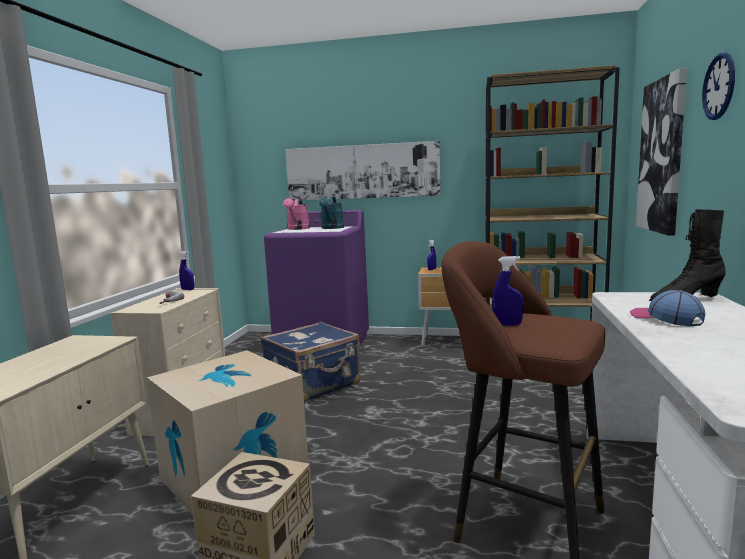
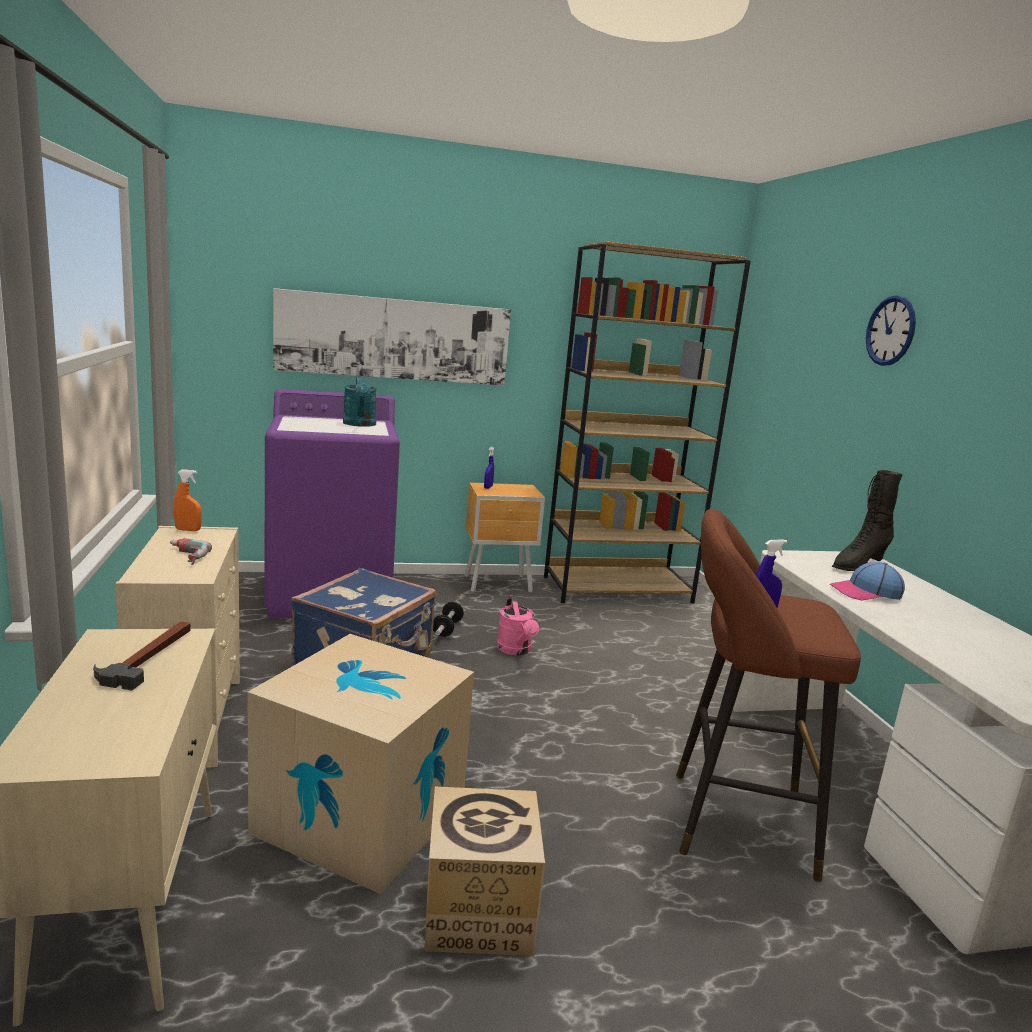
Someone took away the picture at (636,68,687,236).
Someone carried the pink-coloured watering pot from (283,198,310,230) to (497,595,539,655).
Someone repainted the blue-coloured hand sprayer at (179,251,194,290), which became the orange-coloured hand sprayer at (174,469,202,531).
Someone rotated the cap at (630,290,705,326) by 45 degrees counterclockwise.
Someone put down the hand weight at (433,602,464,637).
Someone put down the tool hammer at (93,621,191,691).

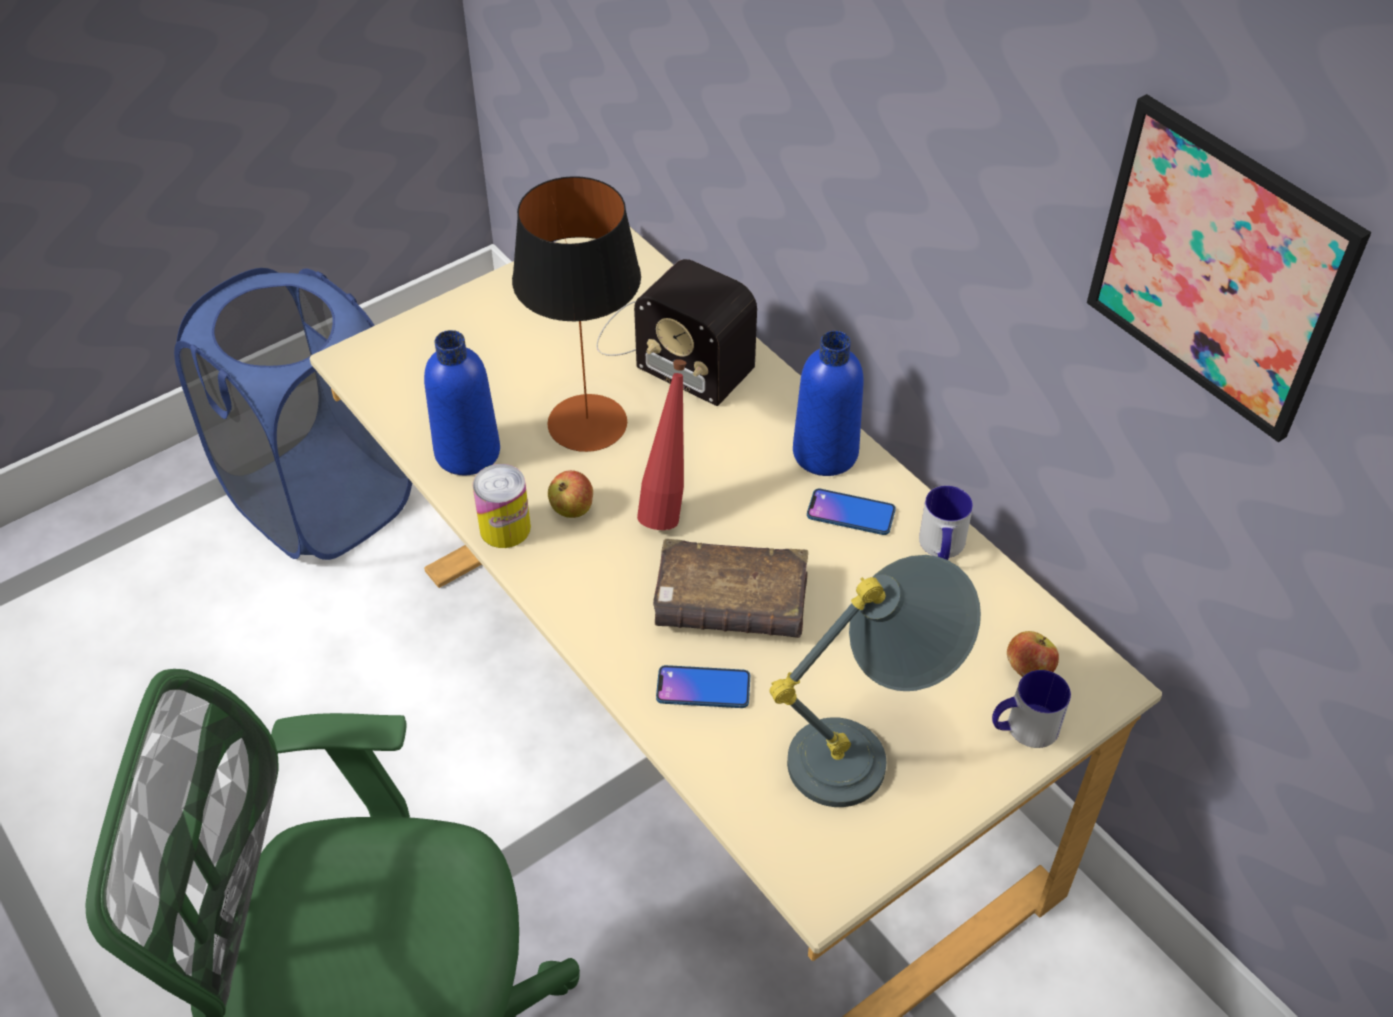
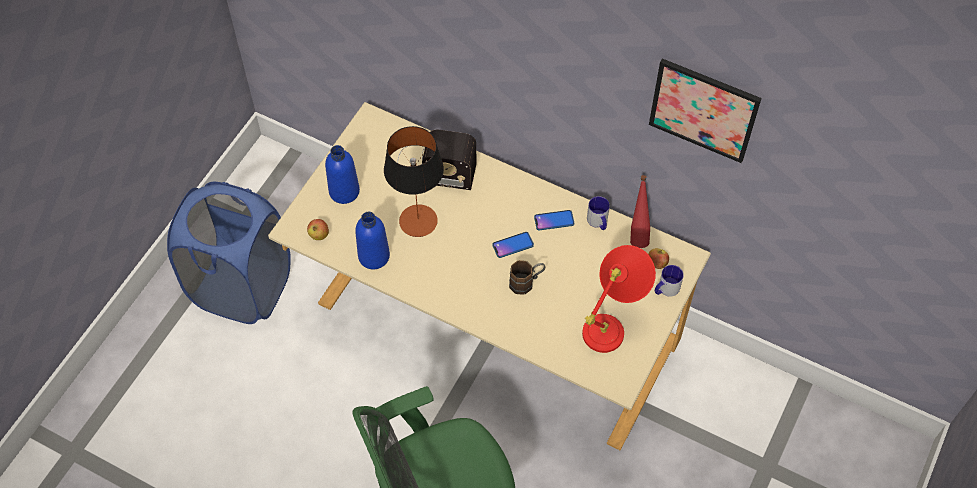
Someone carried the blue-coloured beverage bottle from (793,331,864,476) to (325,145,360,204).
Someone carried the red-coloured beverage bottle from (637,359,686,530) to (630,175,650,248).
Someone took away the can at (472,464,531,548).
Someone carried the whole apple from (548,470,593,518) to (307,219,329,240).
Someone swapped the brown-coloured book at (653,539,808,638) for the brown-coloured mug at (509,260,545,295).
Someone repainted the gray tabletop lamp at (769,555,981,807), which became the red-coloured tabletop lamp at (582,245,656,353).
Someone carried the phone from (656,665,750,708) to (492,232,534,258).

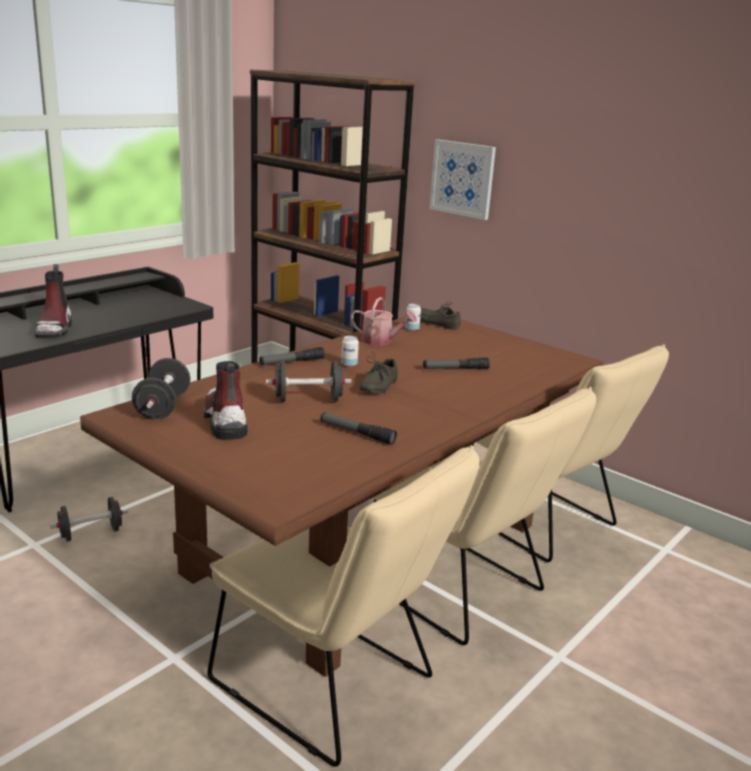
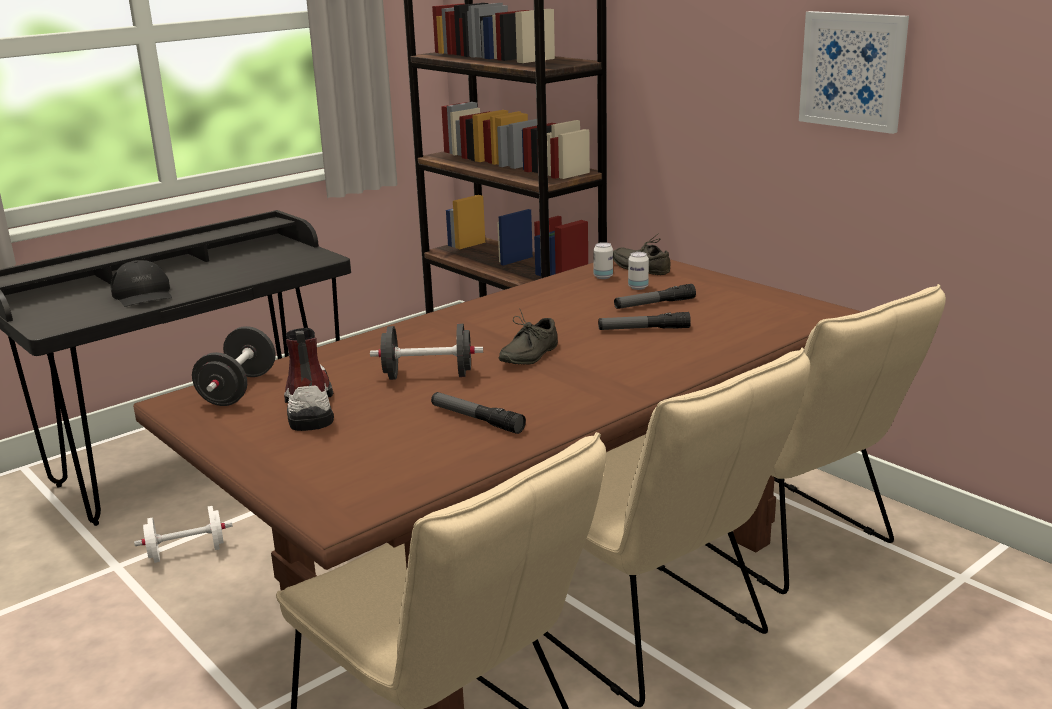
Someone carried the picture from (429,139,496,220) to (799,11,909,134).
Someone swapped the tall boot at (35,264,73,338) for the black cap at (111,260,172,306).
Someone took away the watering pot at (351,297,417,346).
Someone carried the can from (341,336,359,367) to (628,252,649,290).
Someone carried the hand torch from (259,347,325,365) to (614,284,696,309).
Someone repainted the black hand weight at (50,497,128,542), which became the whitish hand weight at (134,506,233,563).

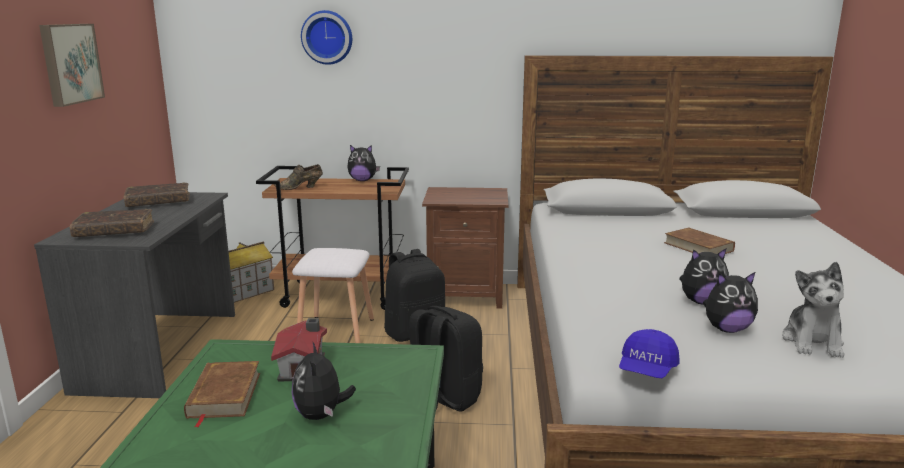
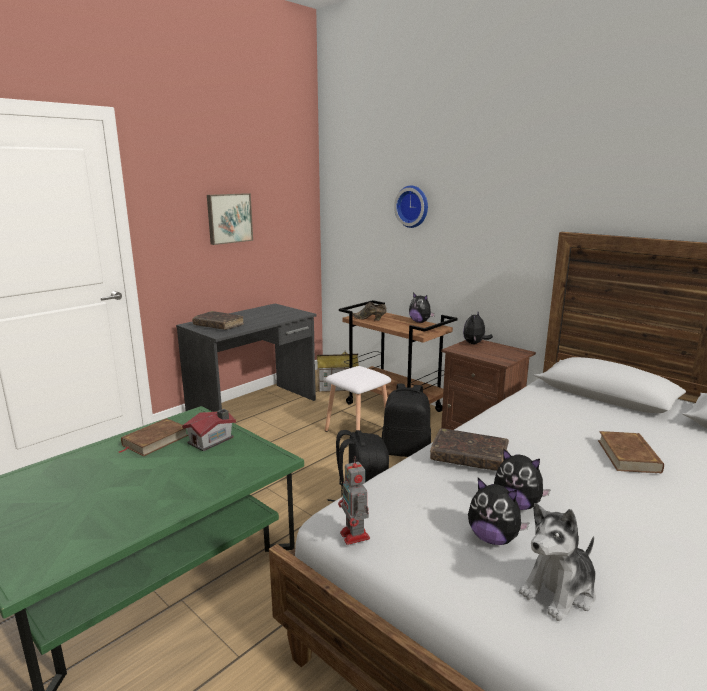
Someone carried the brown-coloured book from (124,182,190,207) to (430,428,509,471).
Someone swapped the blue-coloured cap at (619,329,679,378) for the model robot at (338,456,370,545).
Someone carried the soft toy from (292,341,356,420) to (463,312,493,344).

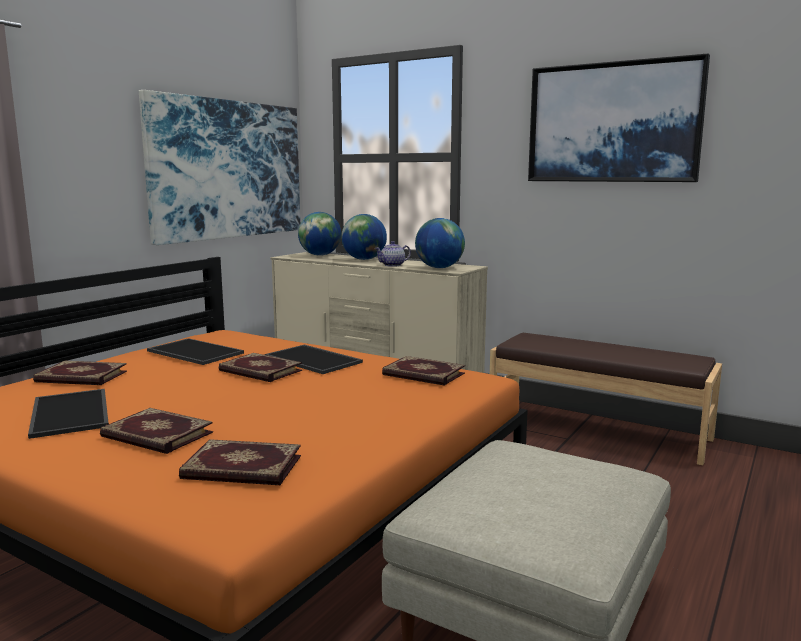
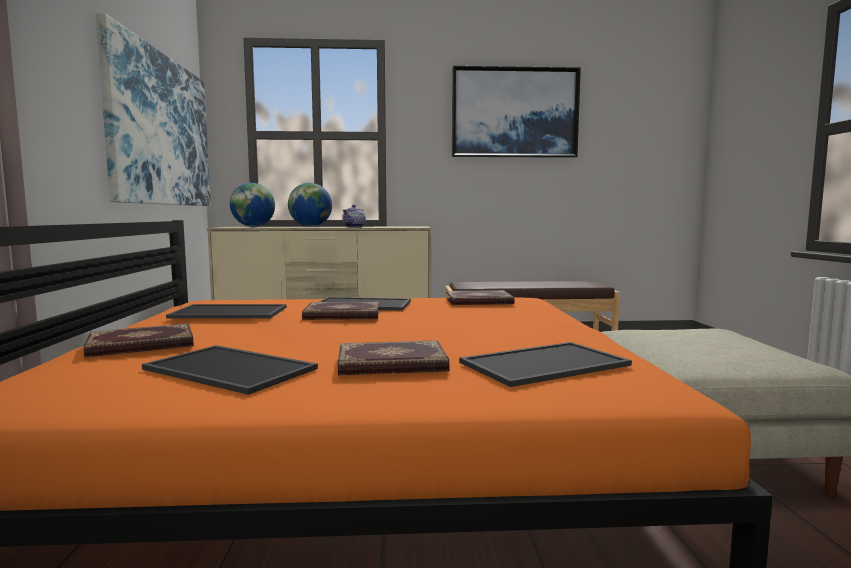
Someone took away the desk globe at (415,218,465,268).
Someone swapped the book at (179,439,301,485) for the tray at (459,342,632,387).

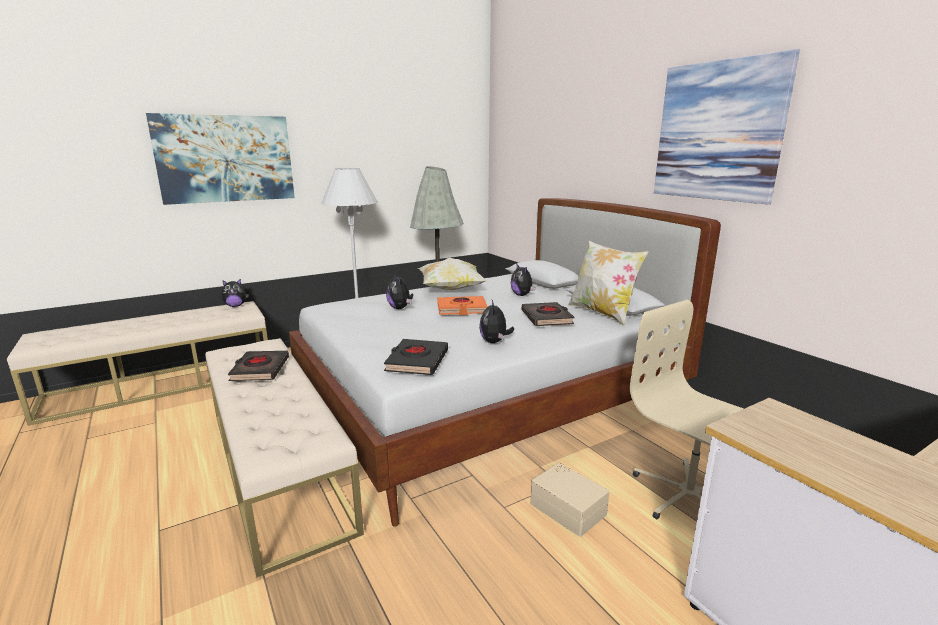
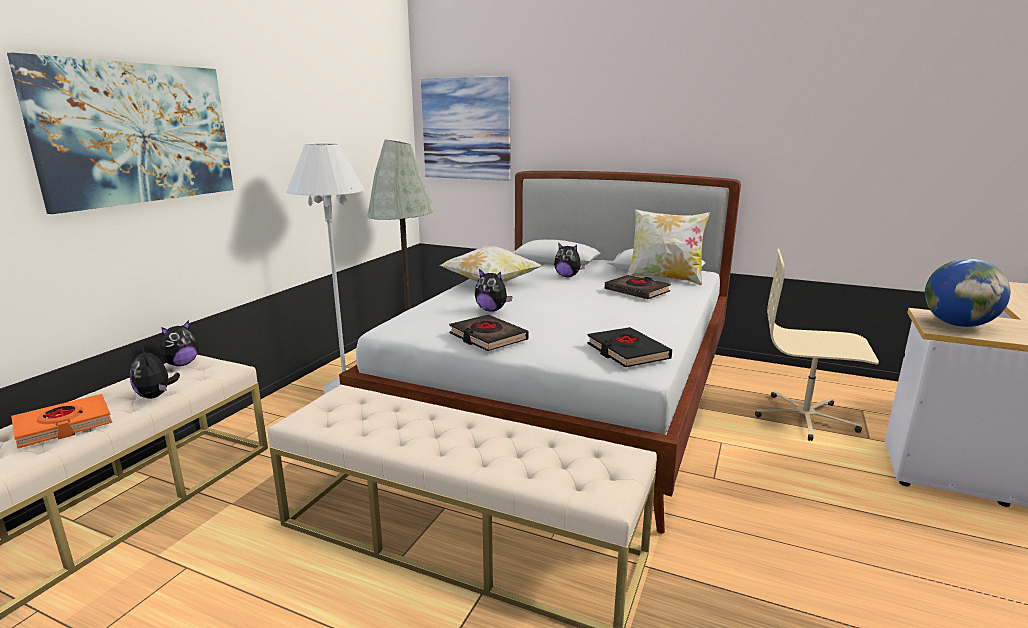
Someone carried the picture from (654,49,800,204) to (421,76,511,181).
Someone carried the orange-coloured book from (437,296,488,315) to (11,394,112,448).
Someone carried the soft toy from (479,300,514,343) to (130,347,180,399).
Someone carried the black book from (228,351,289,381) to (449,315,529,351).
Someone took away the beige storage container at (531,463,609,537).
Someone put down the desk globe at (925,259,1010,327).

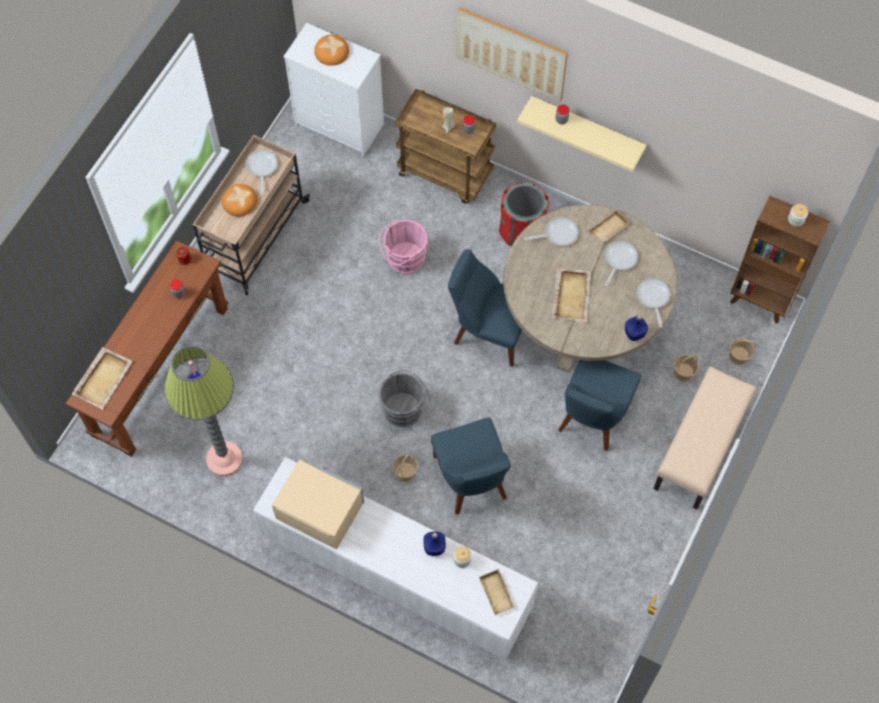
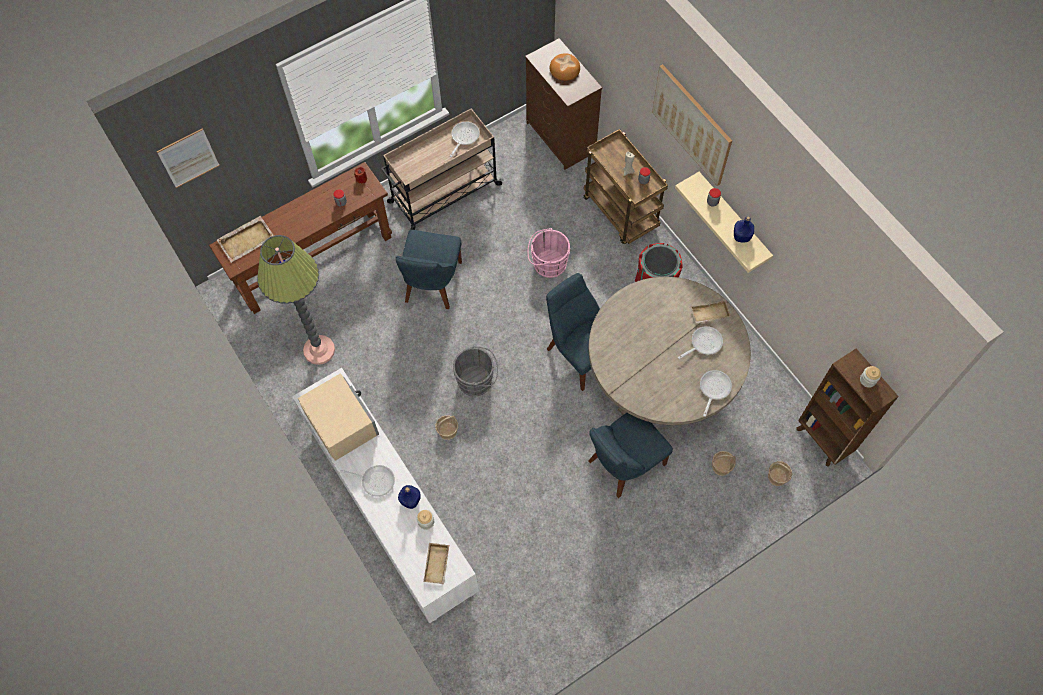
Someone repainted the whitish dresser at (283,23,384,156), which became the brown-coloured dresser at (525,38,602,170).
Someone took away the baked bread at (222,184,257,217).
Someone carried the frying pan from (524,217,579,246) to (340,465,395,497).
Someone took away the beige tray at (552,268,591,322).
Someone carried the blue-coloured beverage bottle from (625,315,648,341) to (734,216,754,243).
Someone took away the beige indoor bench at (654,366,756,509).
Someone carried the blue-coloured upright chair from (431,418,510,515) to (396,230,462,309).
Someone put up the picture at (157,128,220,188).

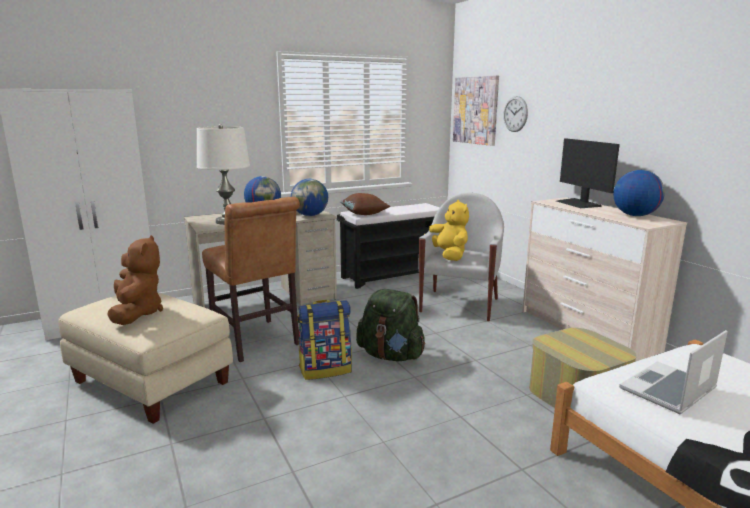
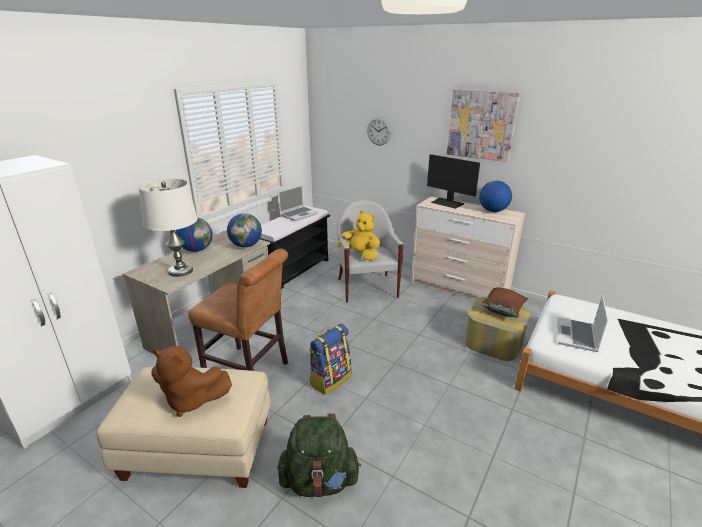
Someone carried the picture from (453,75,499,146) to (447,89,520,162).
Someone carried the brown-coloured cushion from (340,193,390,215) to (481,287,528,318).
Someone rotated the brown-coloured soft toy at (107,235,163,325) by 150 degrees clockwise.
Someone carried the green knapsack from (356,289,425,361) to (277,414,361,498).
Someone put down the portable computer at (278,185,319,221).

